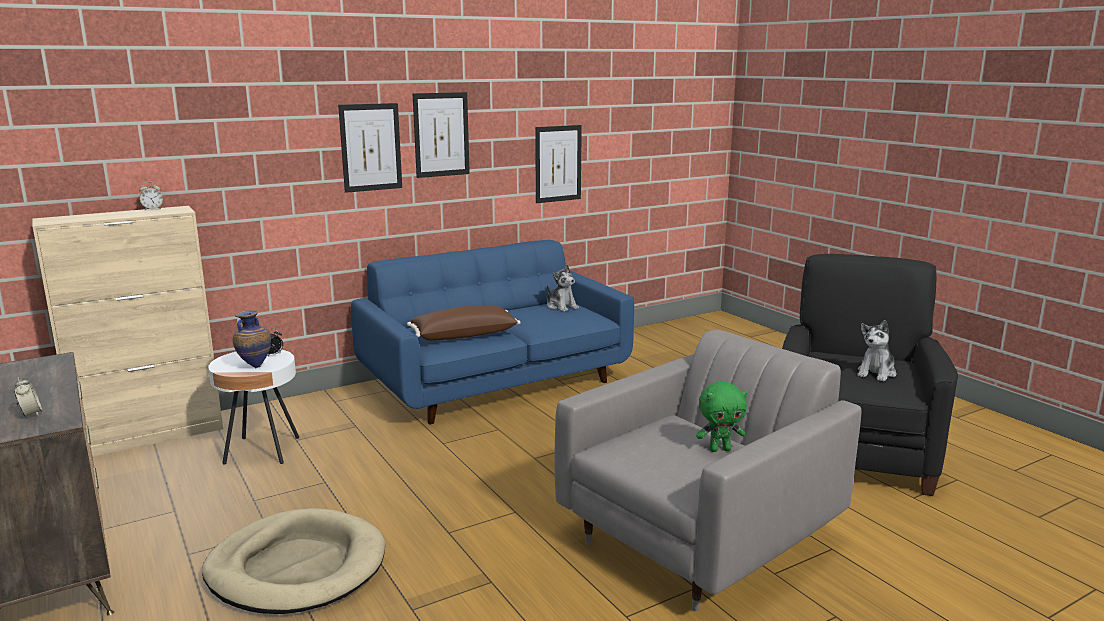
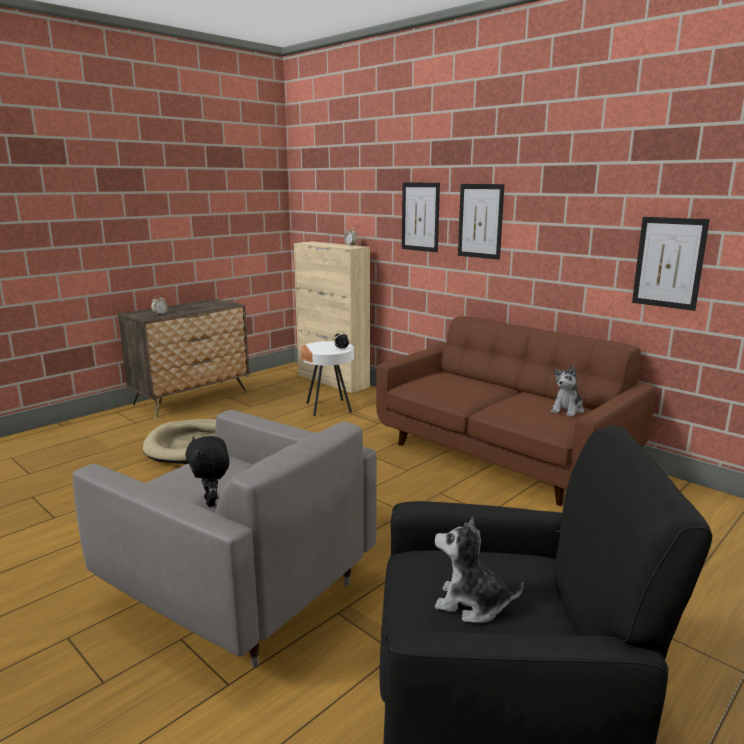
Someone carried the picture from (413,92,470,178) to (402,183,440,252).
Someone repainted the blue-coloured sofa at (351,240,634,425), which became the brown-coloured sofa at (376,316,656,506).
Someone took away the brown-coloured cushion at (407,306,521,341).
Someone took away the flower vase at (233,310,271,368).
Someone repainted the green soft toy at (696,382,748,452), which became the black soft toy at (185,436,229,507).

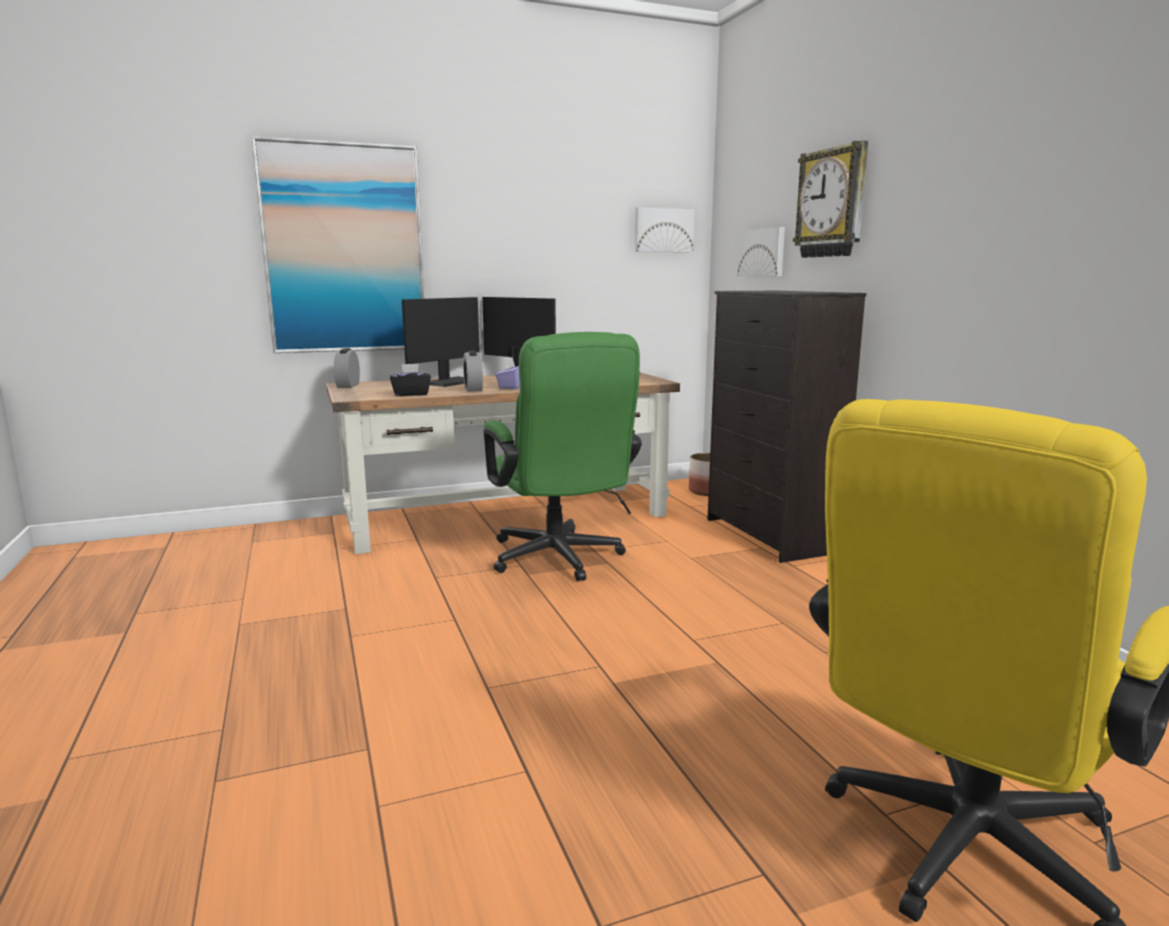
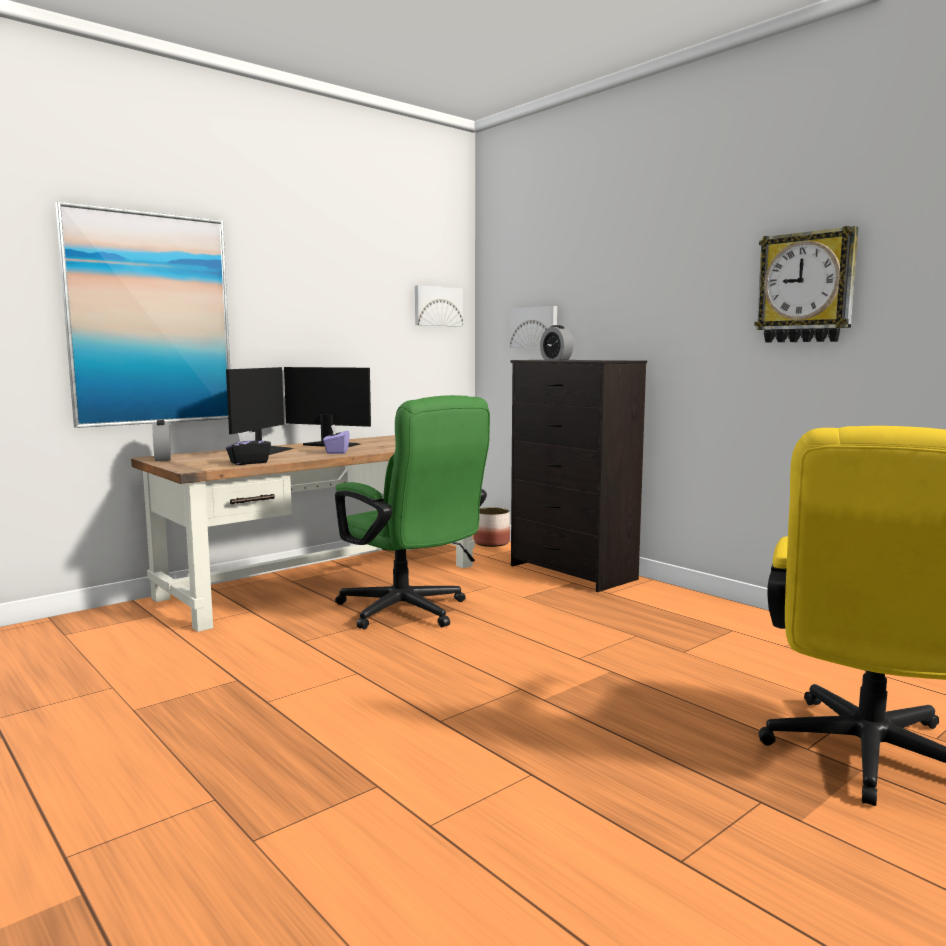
Someone carried the hanging clock from (793,140,868,258) to (754,226,859,342).
Someone carried the bedside clock from (463,351,483,392) to (540,325,574,360).

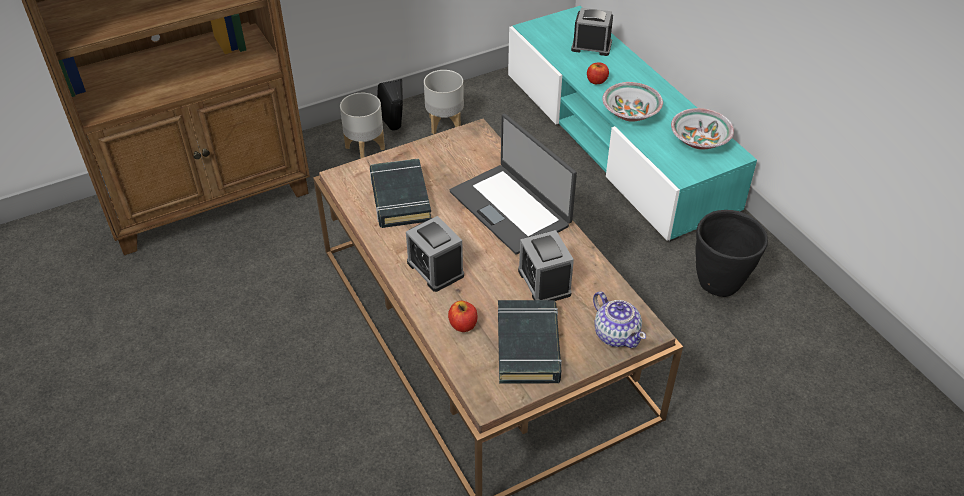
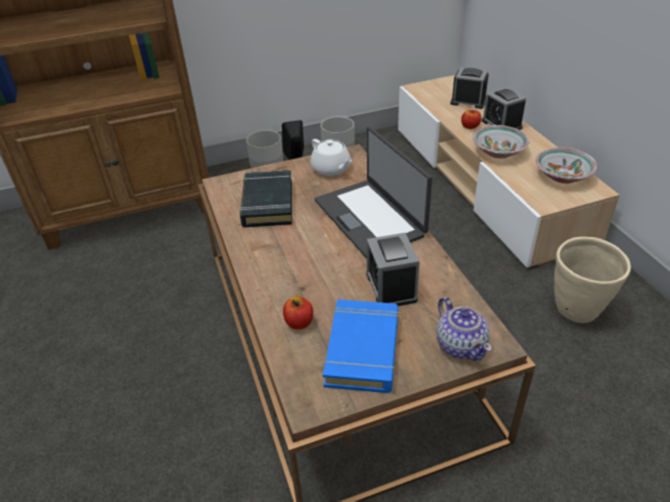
Someone repainted the turquoise-coloured tv stand at (508,6,757,242), which became the beige tv stand at (398,75,620,269).
Someone repainted the black planter at (695,210,768,297), which became the beige planter at (554,237,631,323).
Someone carried the bedside clock from (406,216,464,292) to (482,87,526,130).
Someone repainted the black book at (498,300,562,383), which became the blue-coloured book at (323,299,399,393).
Someone put down the whitish pot for tea at (310,139,352,176).

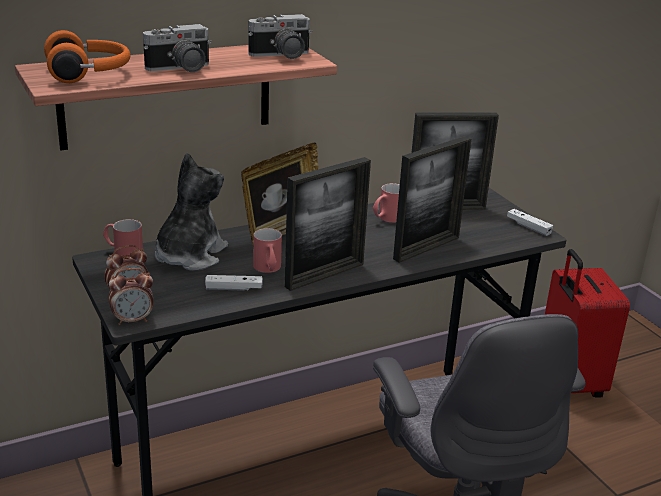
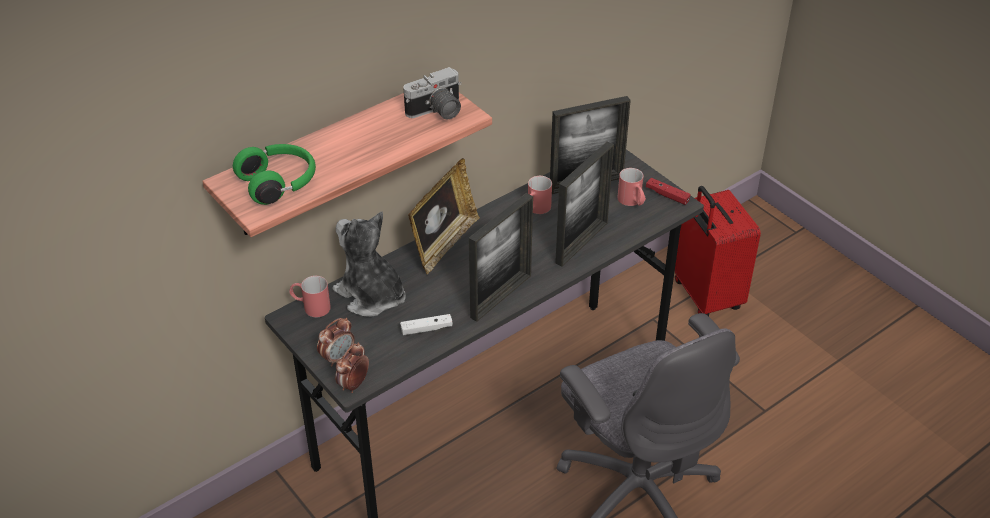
Someone took away the photo camera at (143,24,212,72).
Someone repainted the orange-coloured pair of headphones at (44,30,130,83), which became the green pair of headphones at (233,144,316,205).
Someone rotated the soft toy at (155,153,228,271) by 60 degrees counterclockwise.
Someone repainted the whitish joypad at (507,209,553,236), which became the red-coloured joypad at (646,178,691,205).
Someone carried the red-coloured mug from (253,228,282,273) to (617,168,646,206).
Someone rotated the bedside clock at (109,268,154,325) by 150 degrees clockwise.

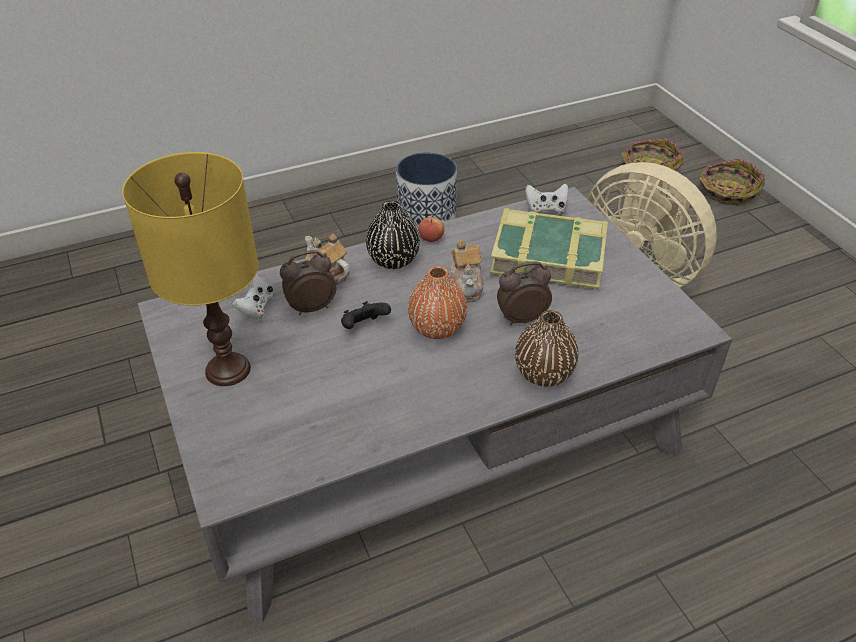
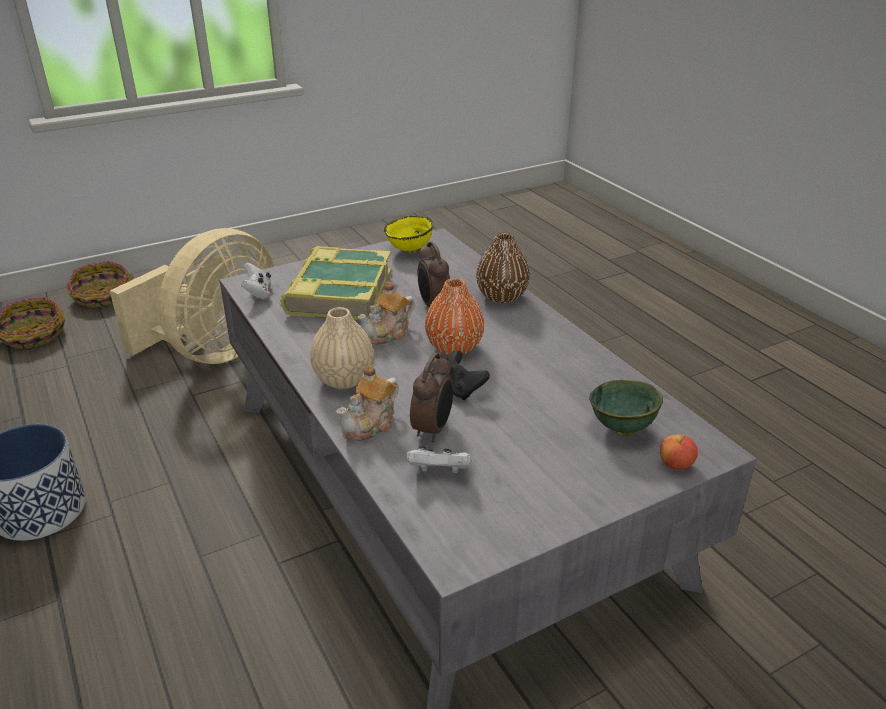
Someone took away the yellowish tabletop lamp at (122,152,258,386).
Someone repainted the black flower vase at (366,200,420,269), which became the beige flower vase at (310,307,374,389).
Someone carried the whole apple from (418,217,444,242) to (660,435,698,470).
Someone rotated the pot for tea at (450,240,484,302) by 150 degrees clockwise.
Someone rotated the bedside clock at (280,250,336,315) by 135 degrees counterclockwise.
Someone put down the yellowish deep dish at (384,215,434,254).
Someone put down the green deep dish at (589,380,663,436).

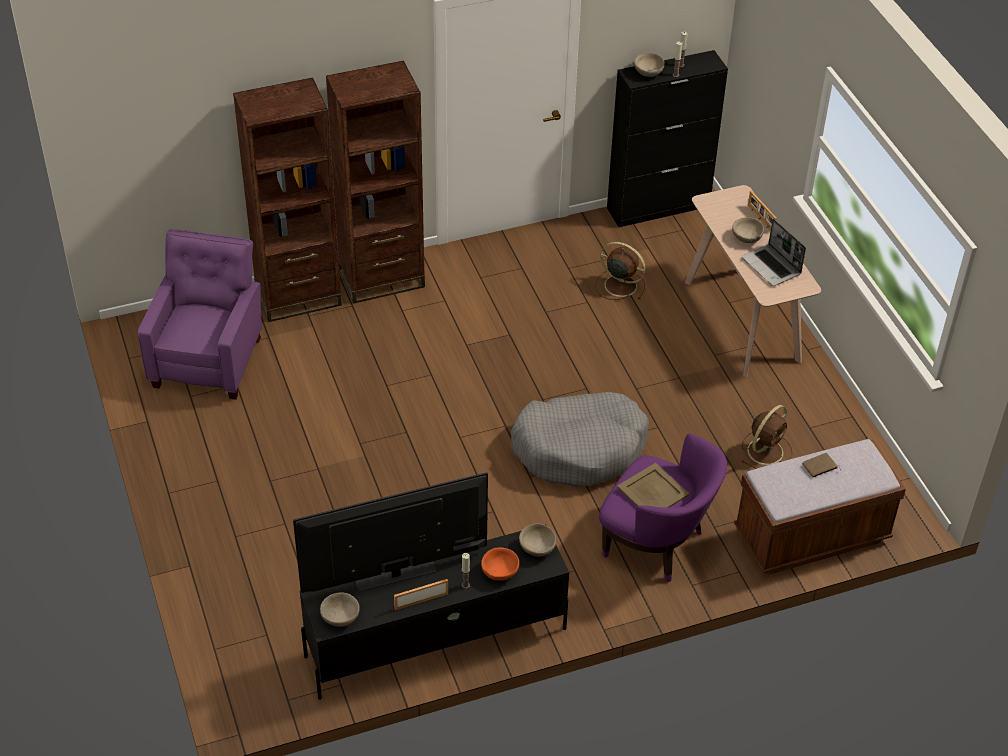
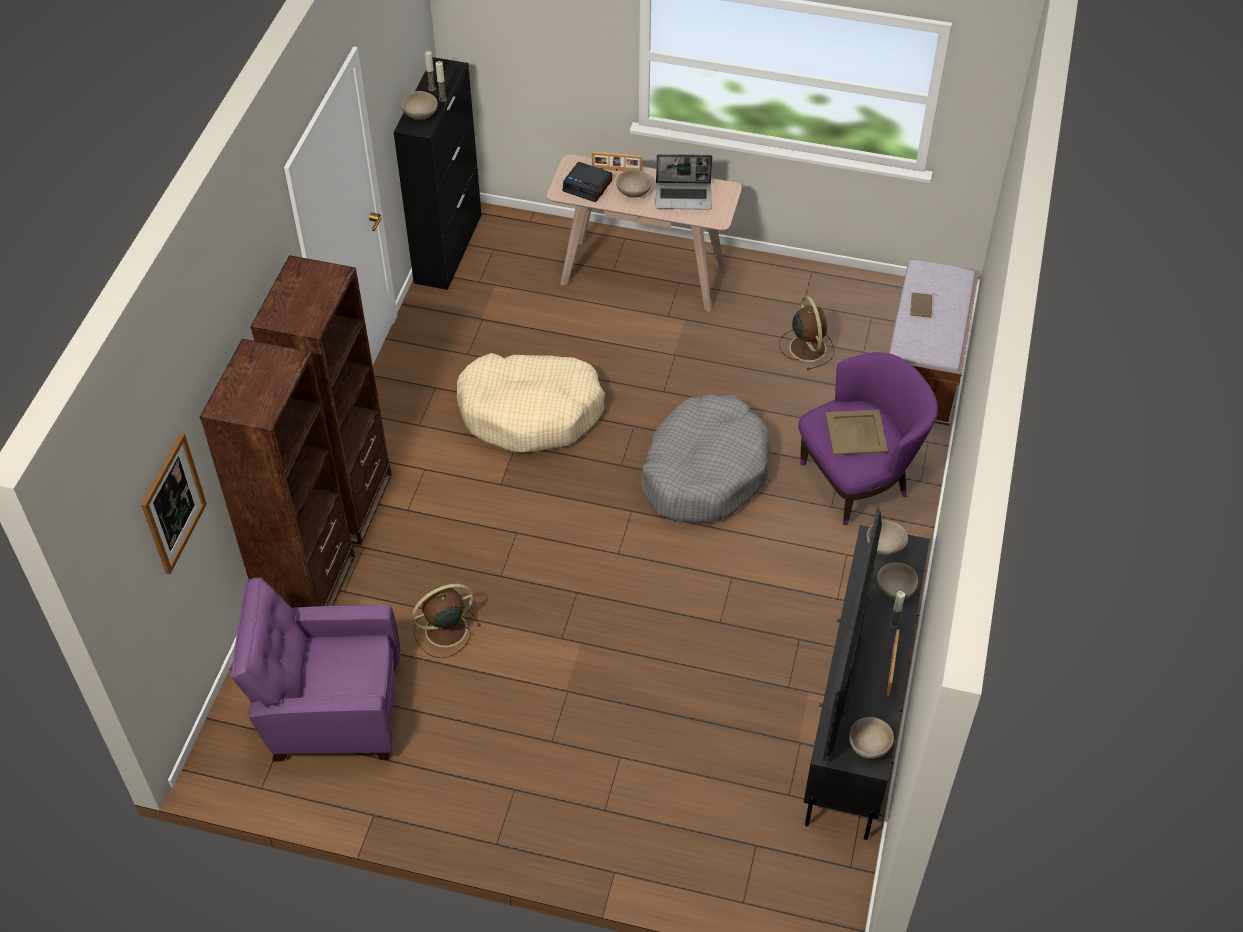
Someone rotated the purple-coloured easy chair at (138,229,262,400) by 45 degrees counterclockwise.
Someone carried the brown-coloured cooling fan from (595,242,646,300) to (412,584,481,658).
Someone repainted the orange-coloured deep dish at (481,548,519,581), which became the beige deep dish at (877,562,918,600).
Someone put down the bedside clock at (563,162,612,202).
Someone put down the beige dog cushion at (457,353,605,453).
Someone put up the picture at (141,433,207,575).

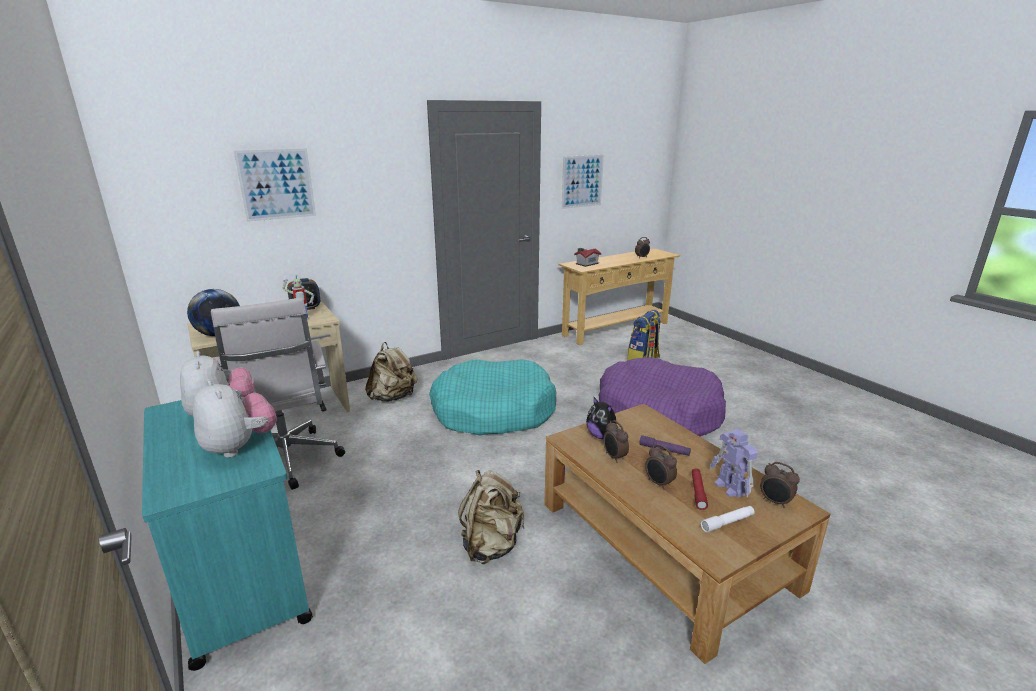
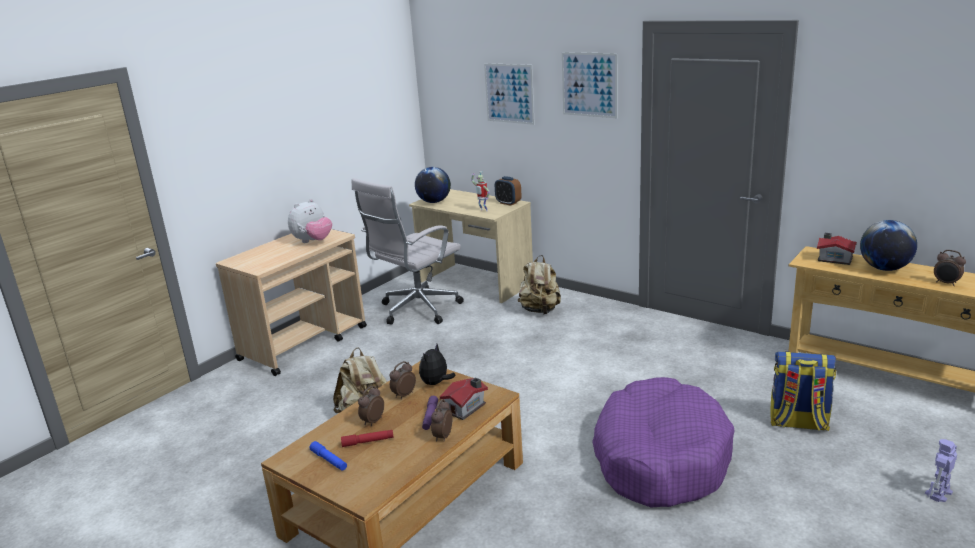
Someone carried the picture from (562,155,604,209) to (562,52,618,118).
Someone took away the turquoise-coloured dog cushion at (429,359,557,436).
Someone took away the soft toy at (193,379,277,458).
Someone repainted the turquoise-coloured cart at (142,391,313,671), which became the beige cart at (216,229,367,376).
Someone carried the model robot from (710,429,758,498) to (925,439,957,502).
Someone carried the bedside clock from (760,462,800,508) to (431,399,452,442).
Someone repainted the whitish hand torch at (701,506,755,532), which became the blue-coloured hand torch at (309,441,347,471).
Someone put down the desk globe at (860,220,917,271).
Someone put down the miniature house at (440,378,488,420).

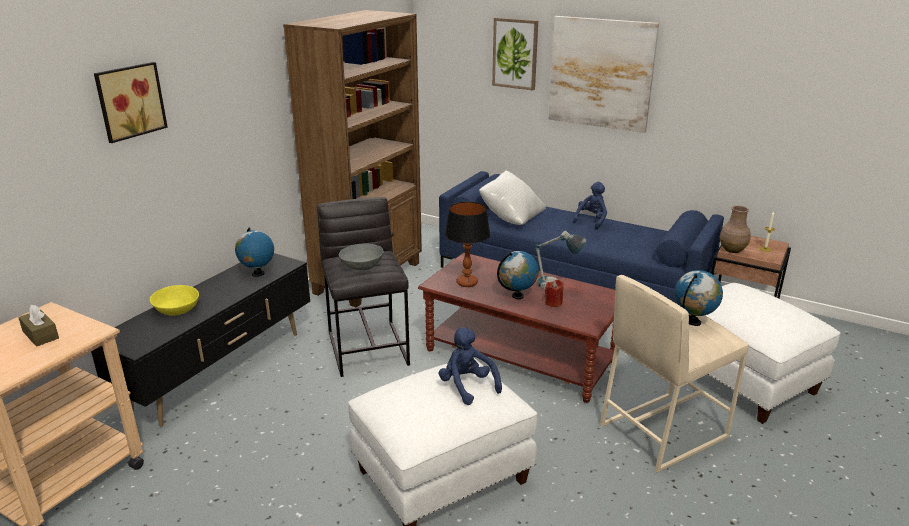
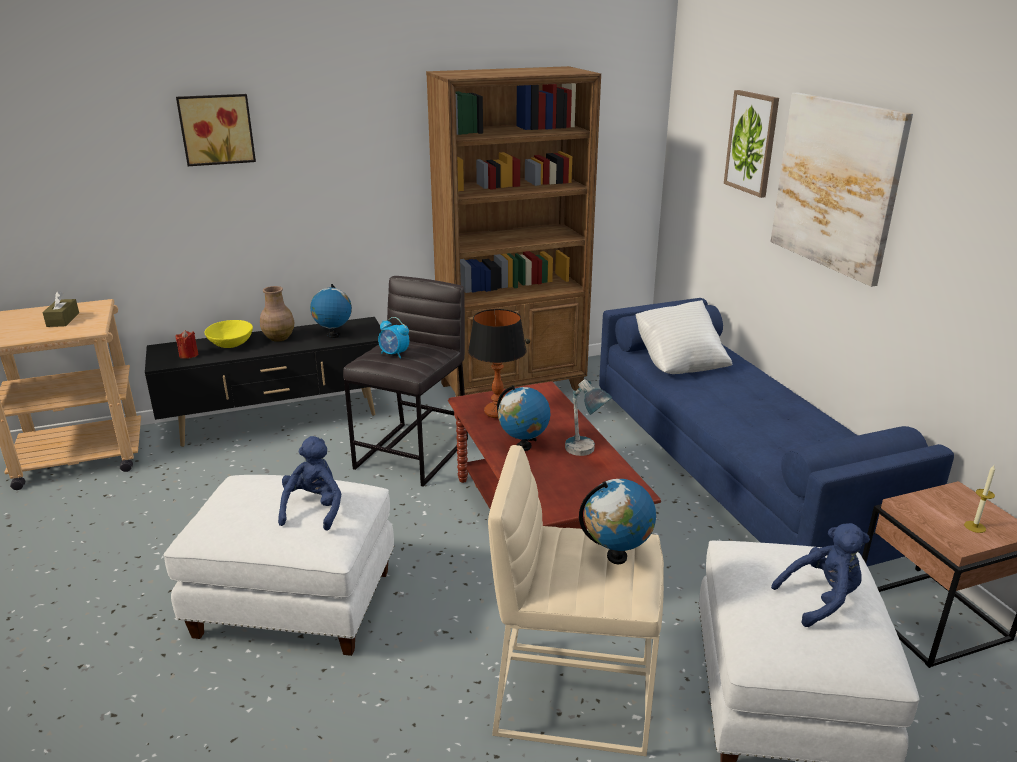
Someone carried the blue-coloured soft toy from (573,182,607,229) to (771,523,870,627).
Someone carried the brown-coloured flower vase from (720,206,750,253) to (260,286,294,342).
Someone swapped the gray deep dish at (339,243,384,270) for the bedside clock at (378,317,409,359).
Someone carried the red-coloured wax candle from (545,280,563,308) to (176,330,198,359).

